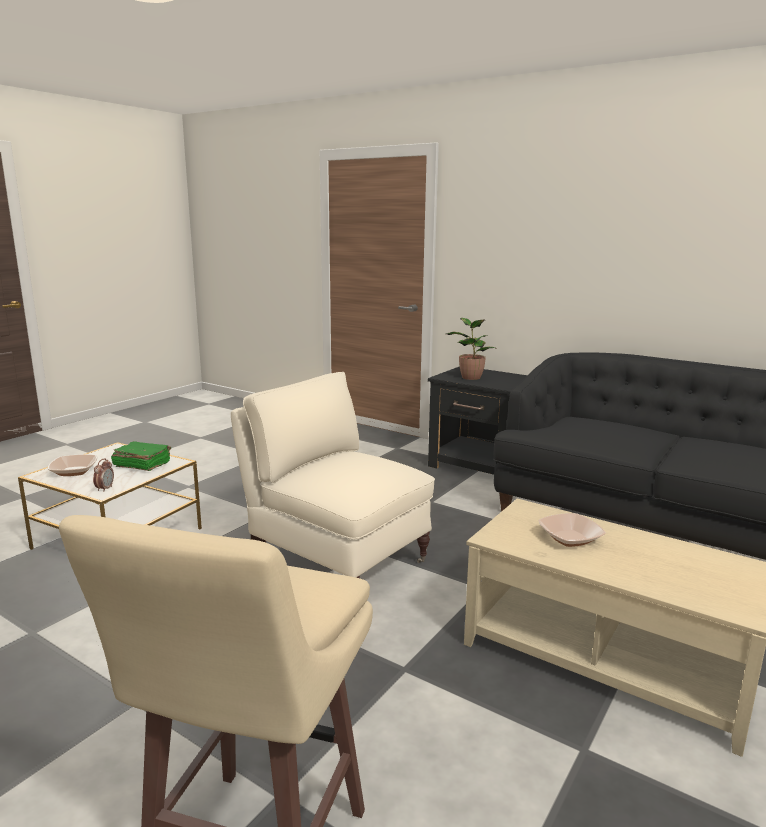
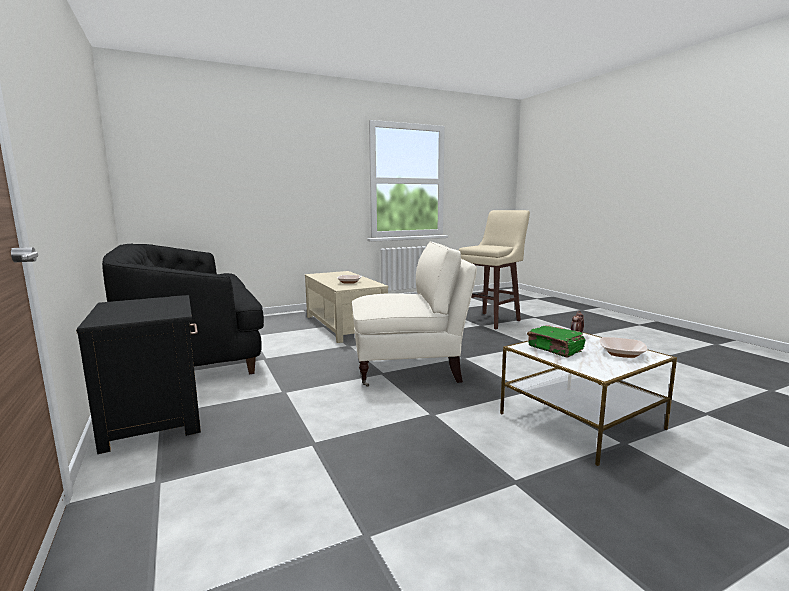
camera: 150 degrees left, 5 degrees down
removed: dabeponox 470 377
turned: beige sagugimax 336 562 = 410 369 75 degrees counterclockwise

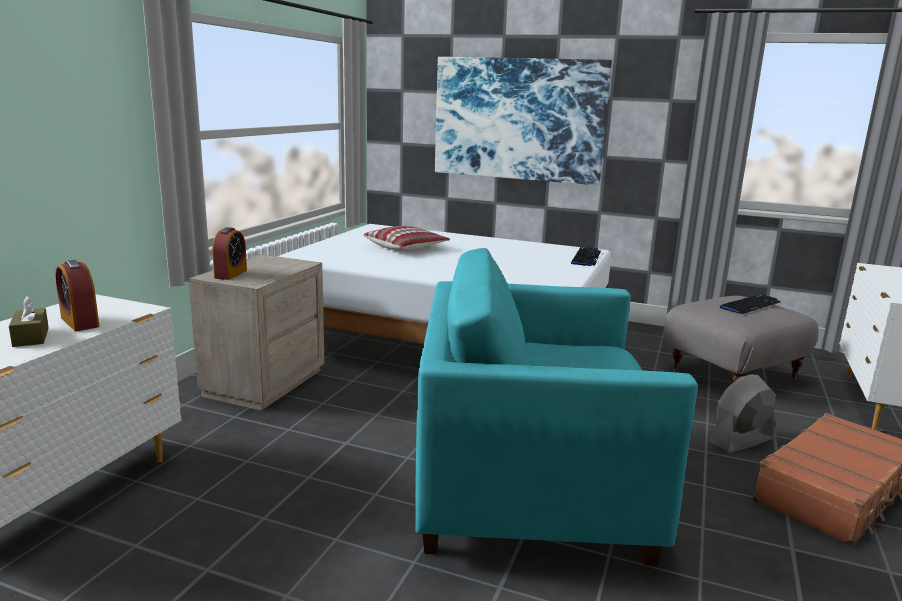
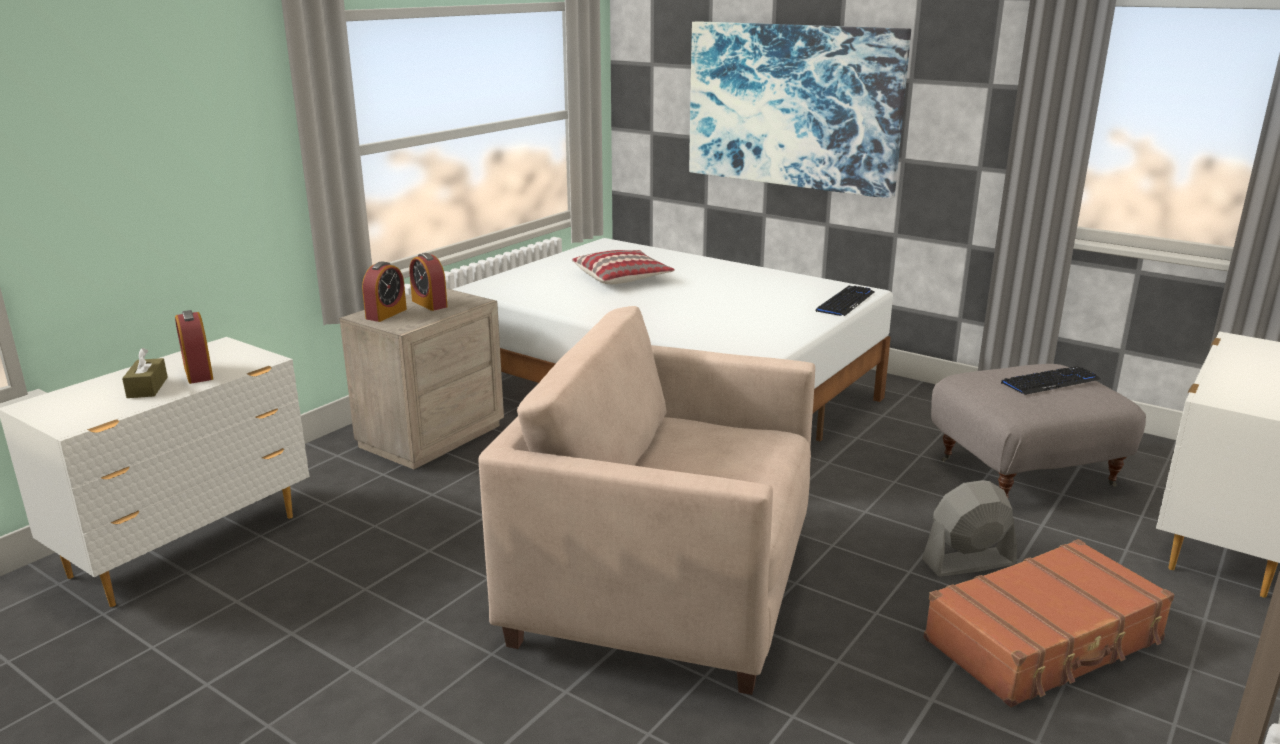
camera: 15 degrees right, 5 degrees up
added: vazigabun 429 304
recoloured: turquoise sagugimax 531 486 to beige sagugimax 664 589

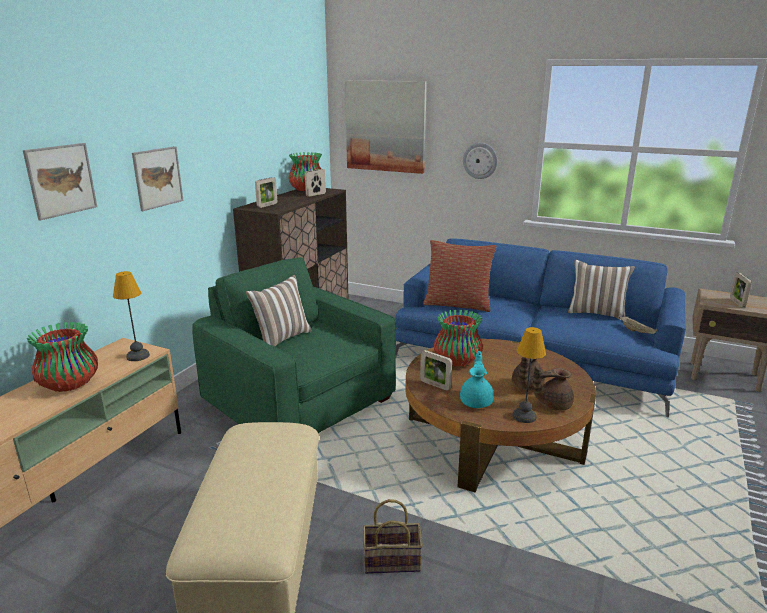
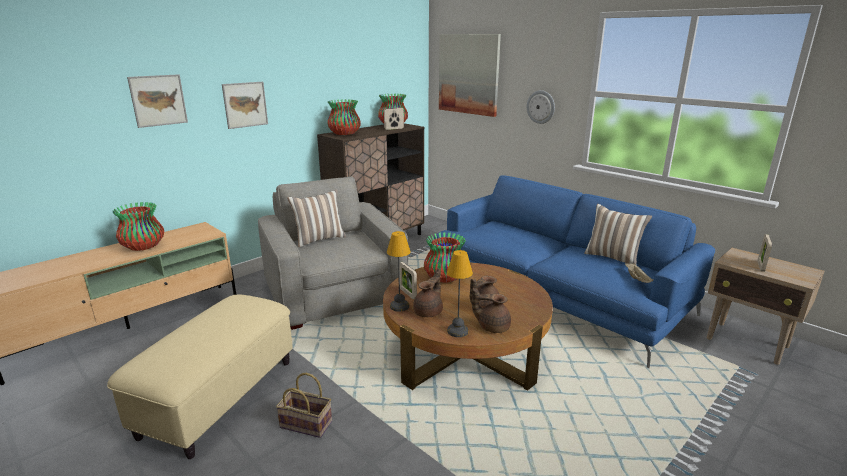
camera: 20 degrees right, 0 degrees up
removed: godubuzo 458 304
moved: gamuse 138 356 to 400 306
replaced: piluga 267 205 to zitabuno 344 134
recoloured: green sagugimax 299 401 to grey sagugimax 334 293; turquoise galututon 476 401 to brown galututon 429 312

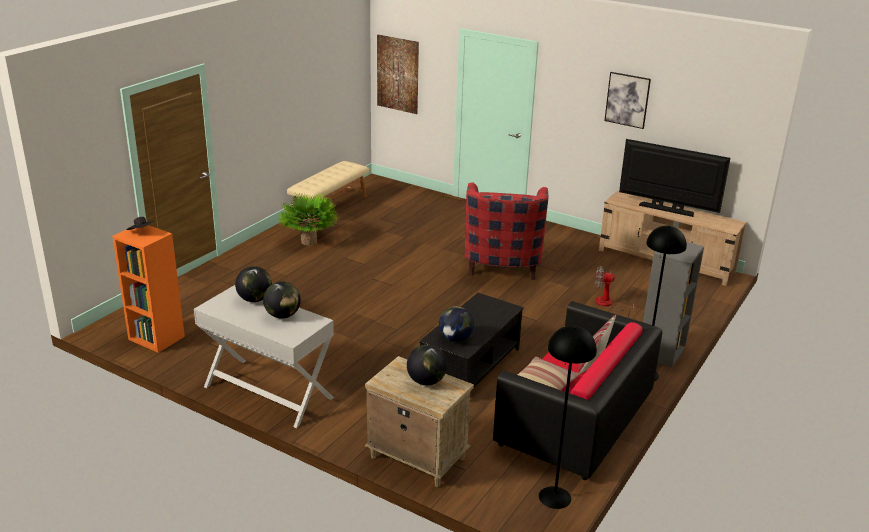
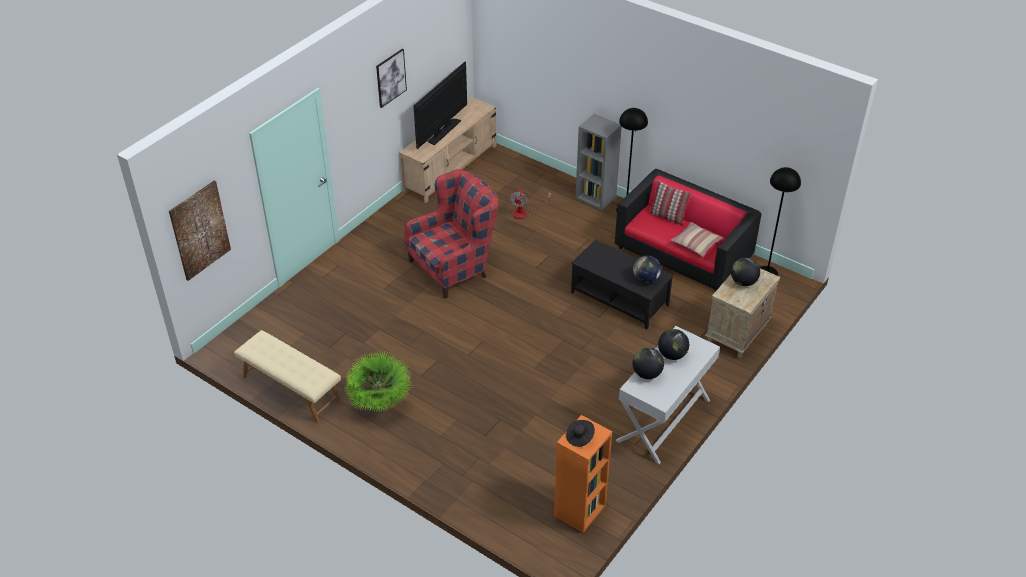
camera: 85 degrees left, 15 degrees up
turned: red sagugimax 501 268 = 455 266 45 degrees counterclockwise

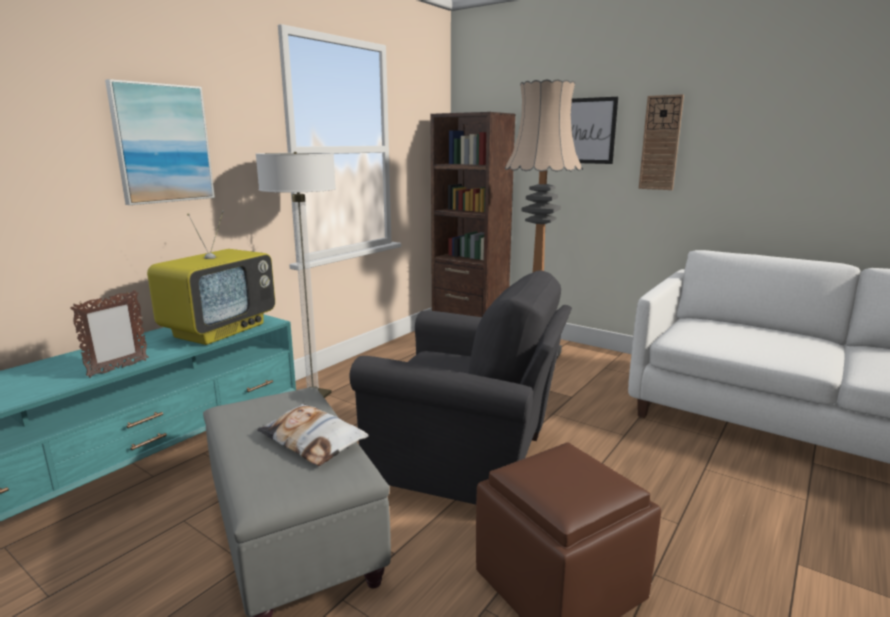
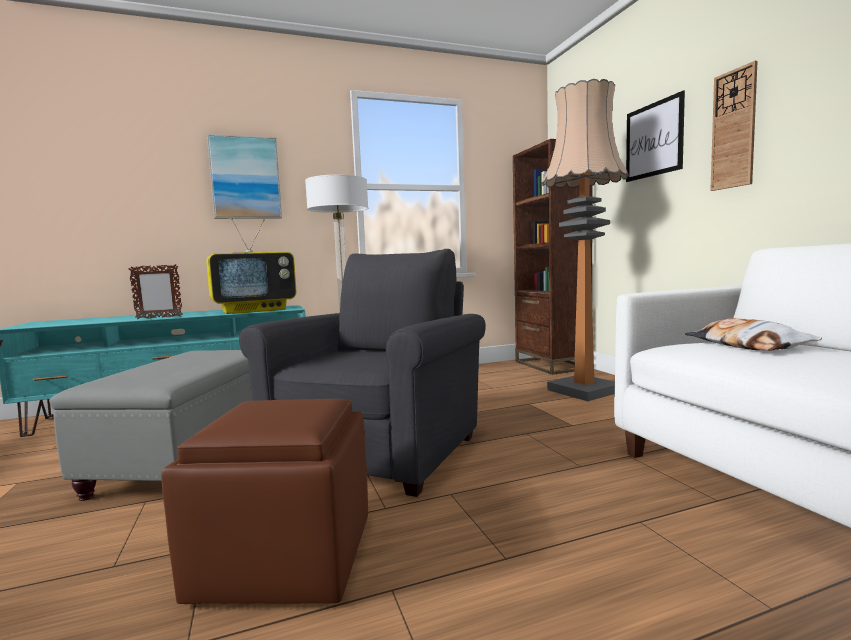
camera: 35 degrees right, 10 degrees down
moved: godubuzo 313 440 to 747 345
turned: grey sagugimax 469 463 = 382 449 120 degrees counterclockwise

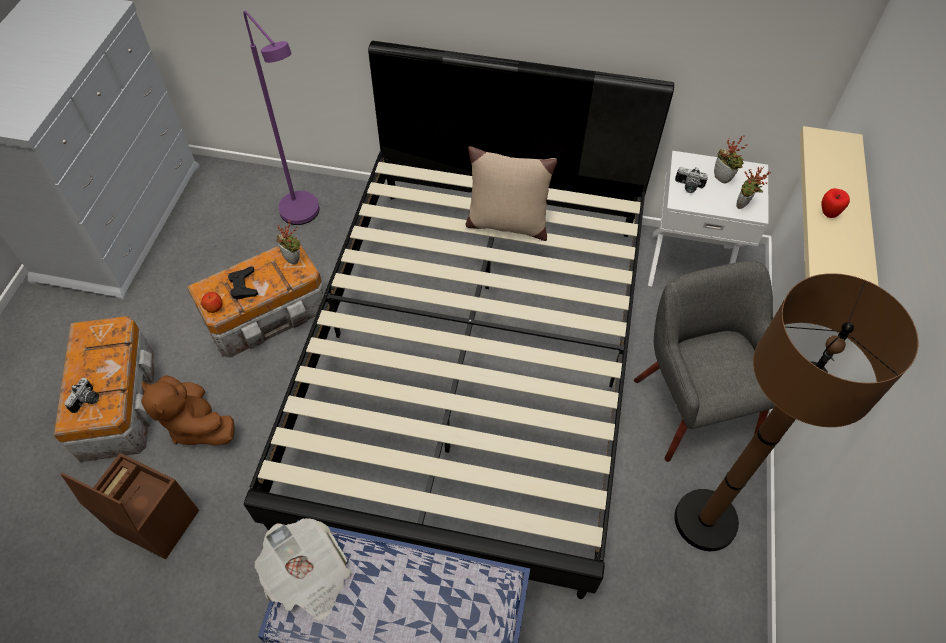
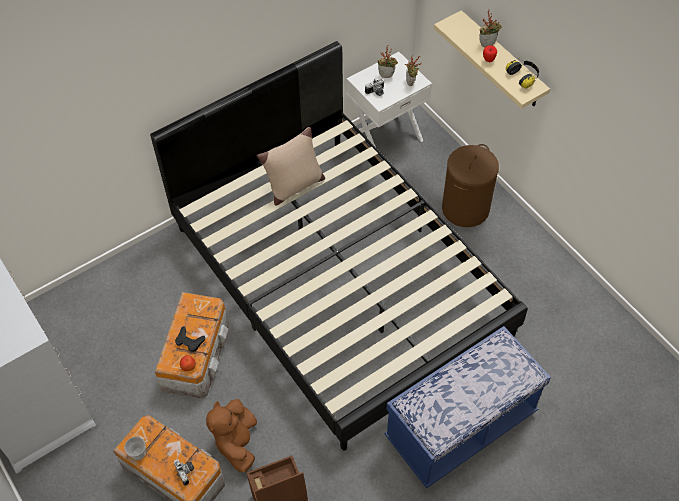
camera: 45 degrees left, 0 degrees up
removed: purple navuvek 305 217; brown navuvek 705 520; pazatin 308 577
added: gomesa 523 77; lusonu 138 453
moved: dabeponox 294 259 to 487 43
replaced: grey sagugimax 693 406 to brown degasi 465 208
turned: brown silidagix 197 425 = 237 442 90 degrees clockwise

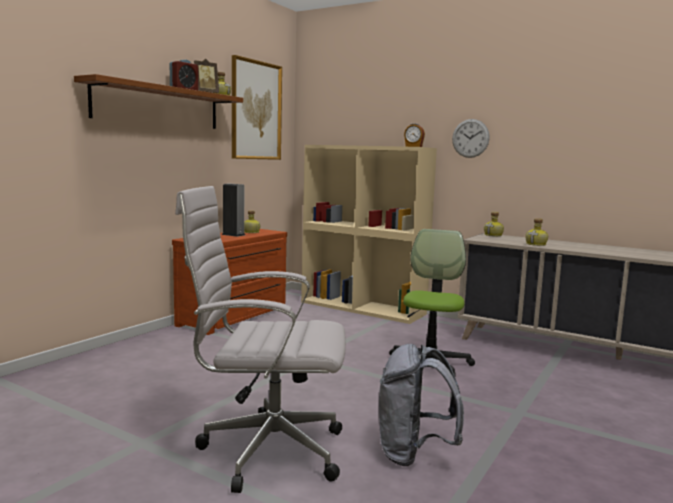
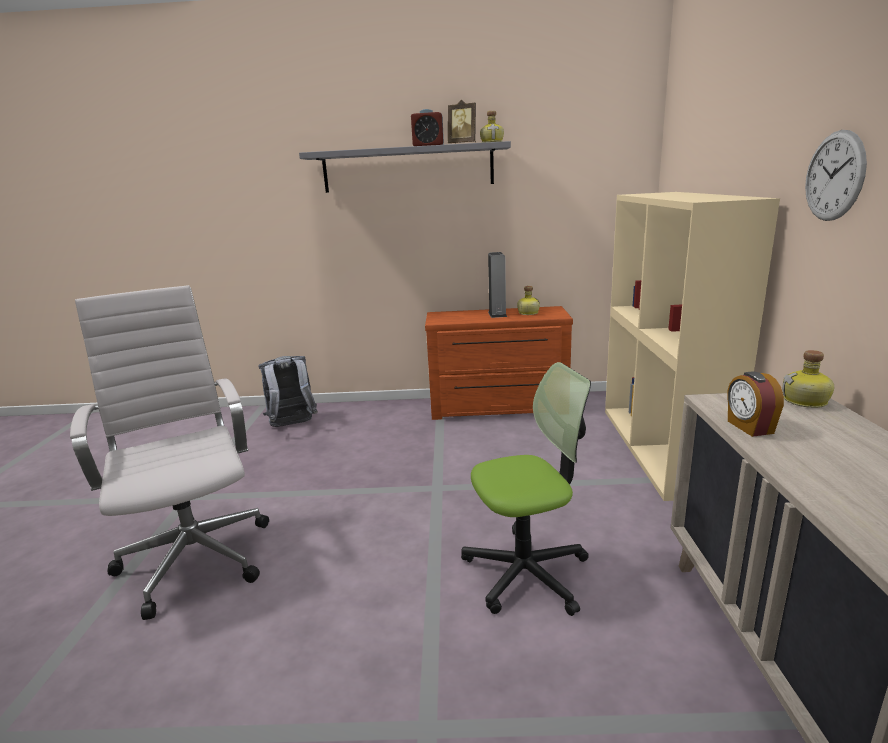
camera: 60 degrees right, 10 degrees up
removed: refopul 256 110; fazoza 536 244
moved: vazigabun 413 147 to 749 427; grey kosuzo 413 454 to 292 425
recoloured: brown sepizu 158 106 to grey sepizu 408 168

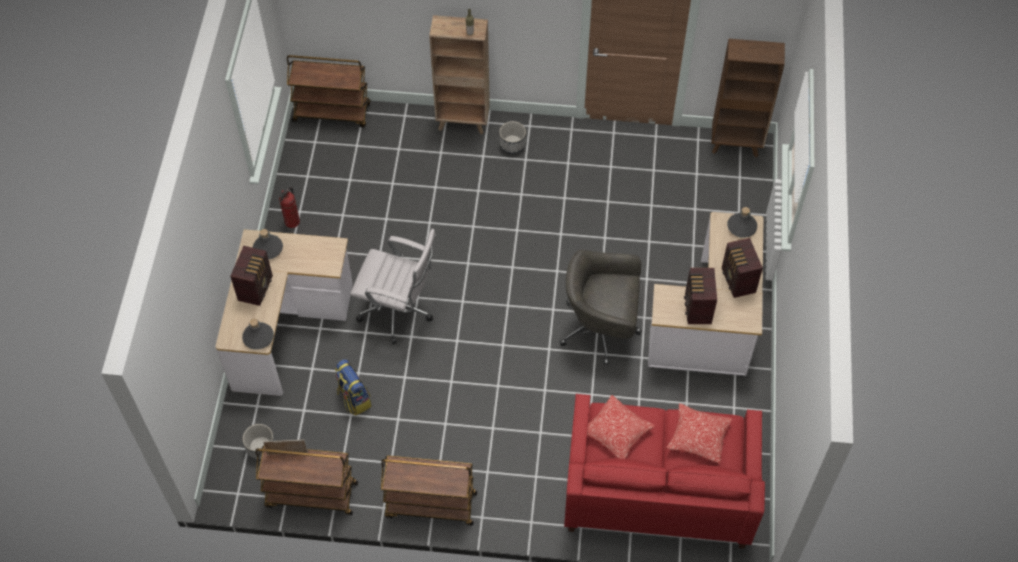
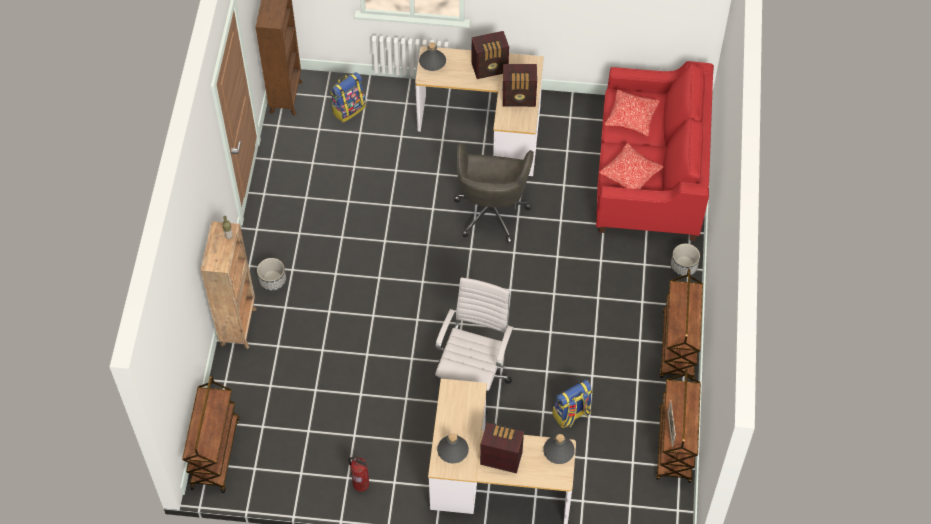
camera: 90 degrees left, 0 degrees up
added: kosuzo 348 109
moved: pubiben 261 448 to 684 266

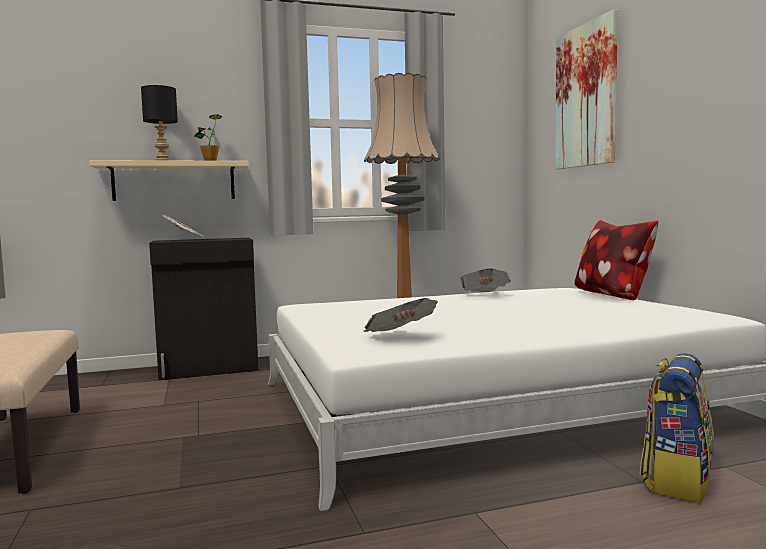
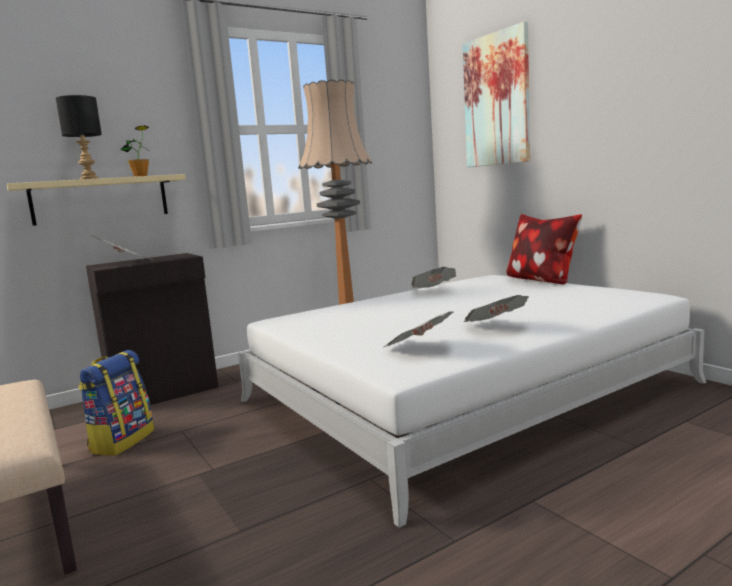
camera: 15 degrees left, 5 degrees up
added: pazatin 495 326
moved: kosuzo 676 480 to 122 441

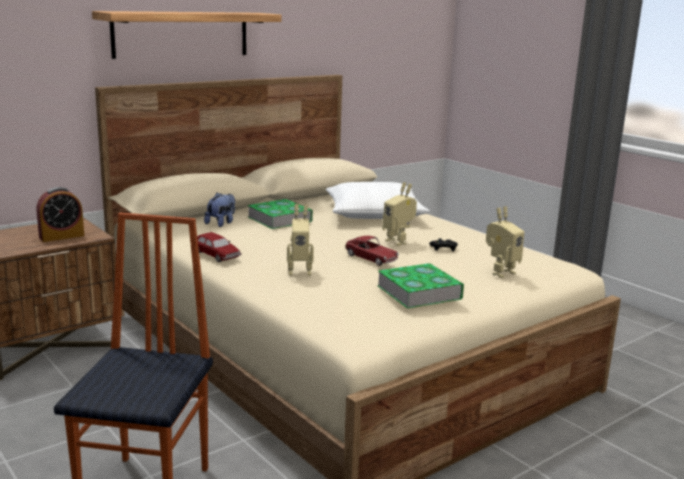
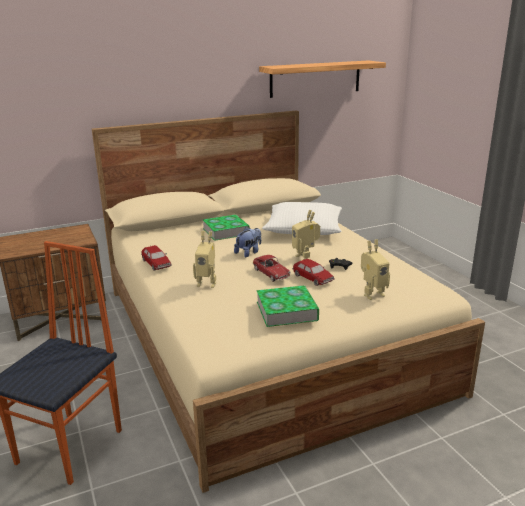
camera: 15 degrees right, 5 degrees up
removed: vazigabun 61 236
added: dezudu 313 278
moved: sepizu 181 34 to 315 78; silidagix 221 223 to 249 252

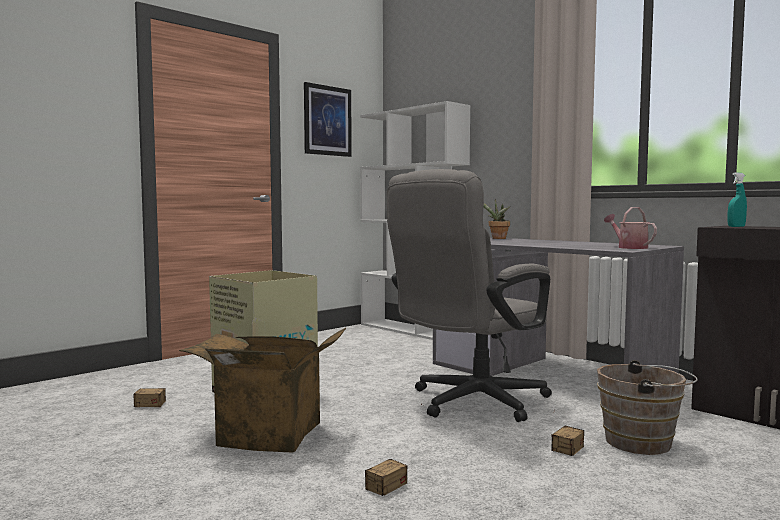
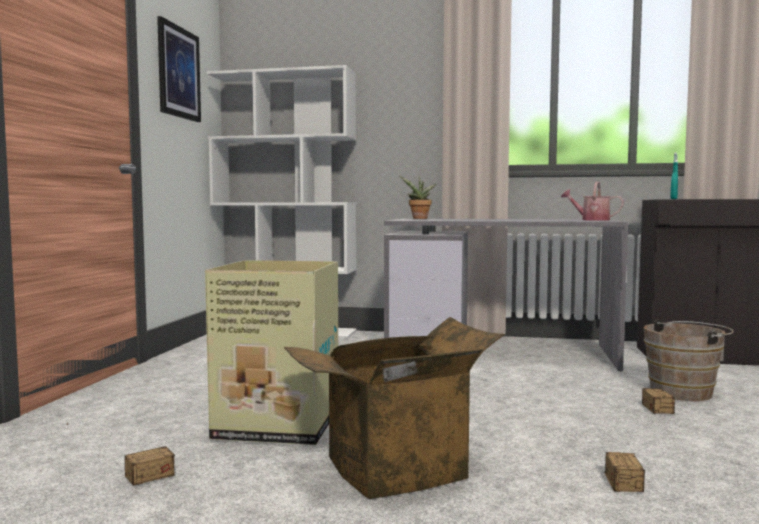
camera: 35 degrees left, 0 degrees up
removed: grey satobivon 469 403

